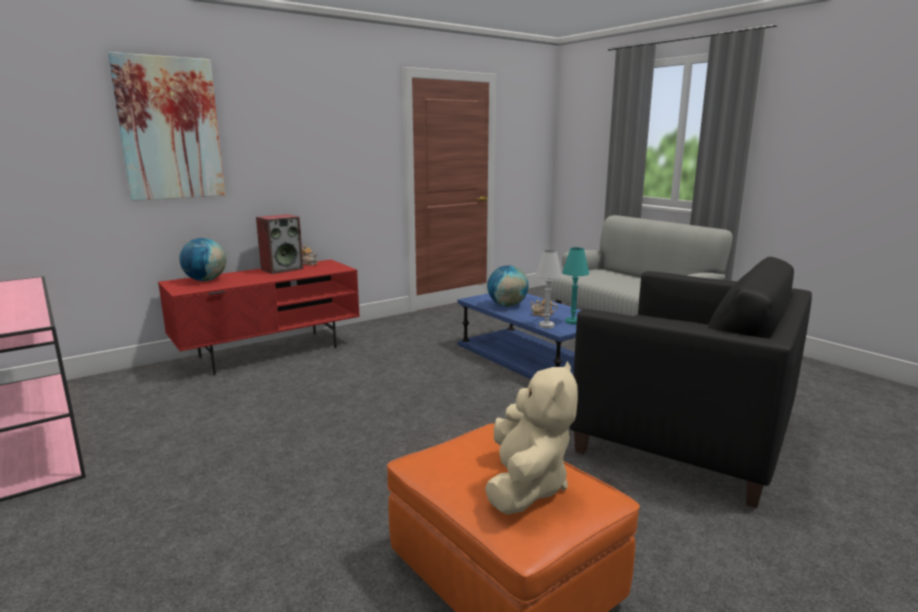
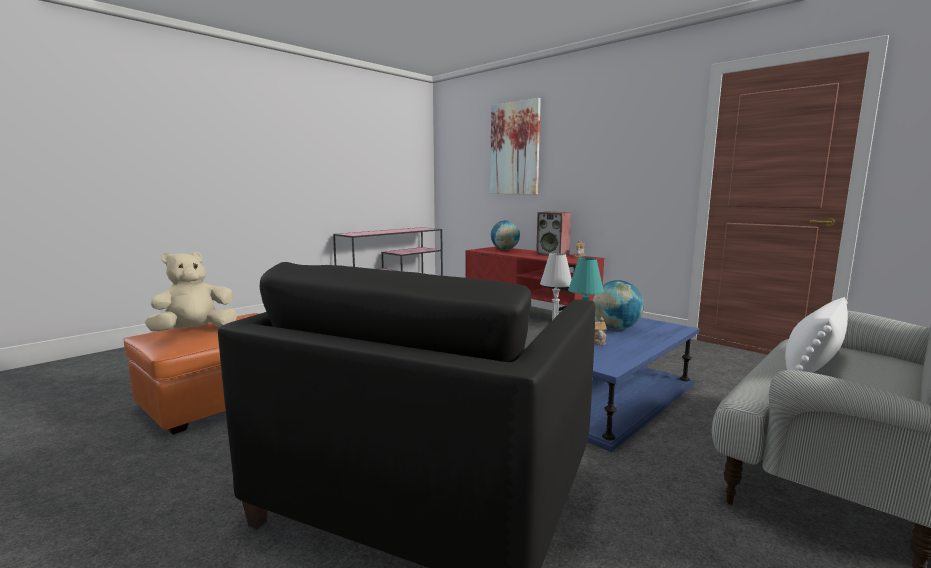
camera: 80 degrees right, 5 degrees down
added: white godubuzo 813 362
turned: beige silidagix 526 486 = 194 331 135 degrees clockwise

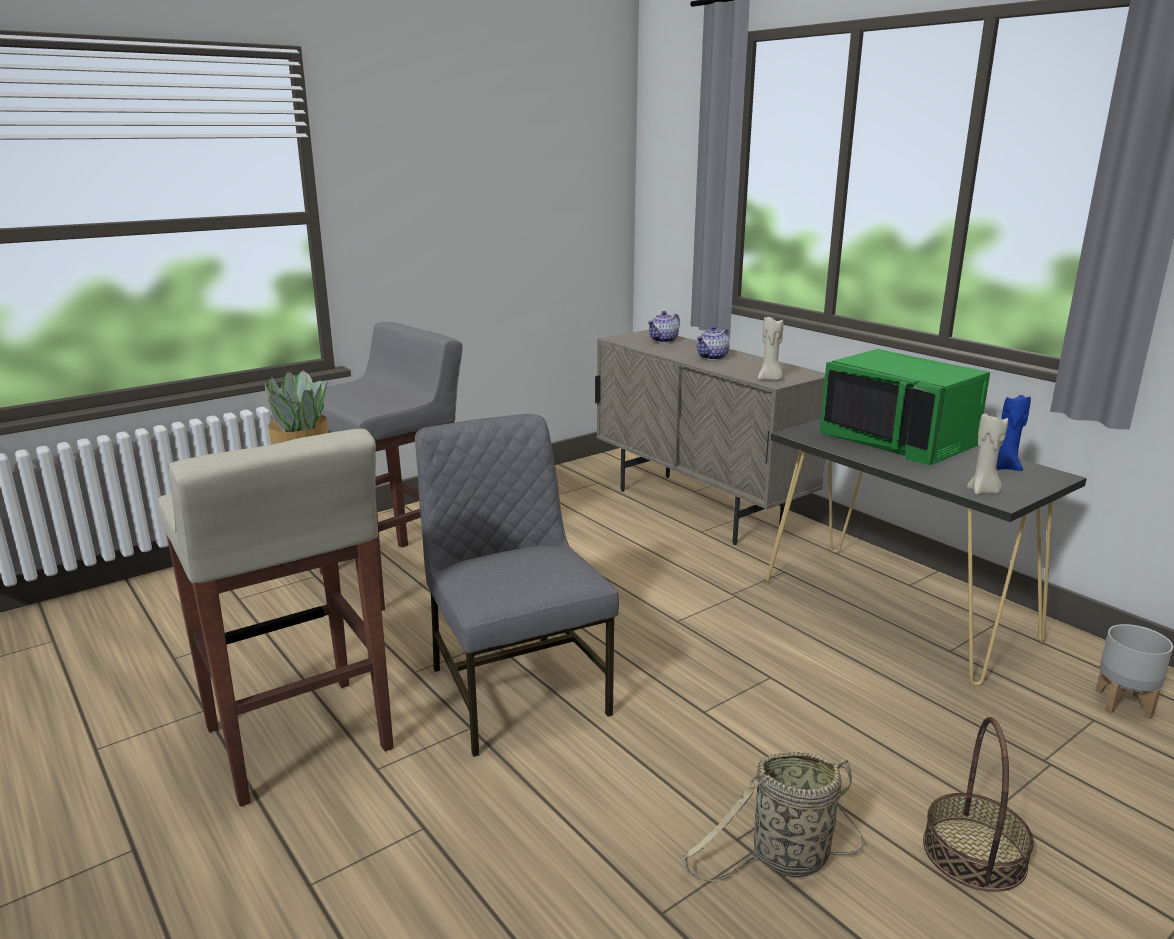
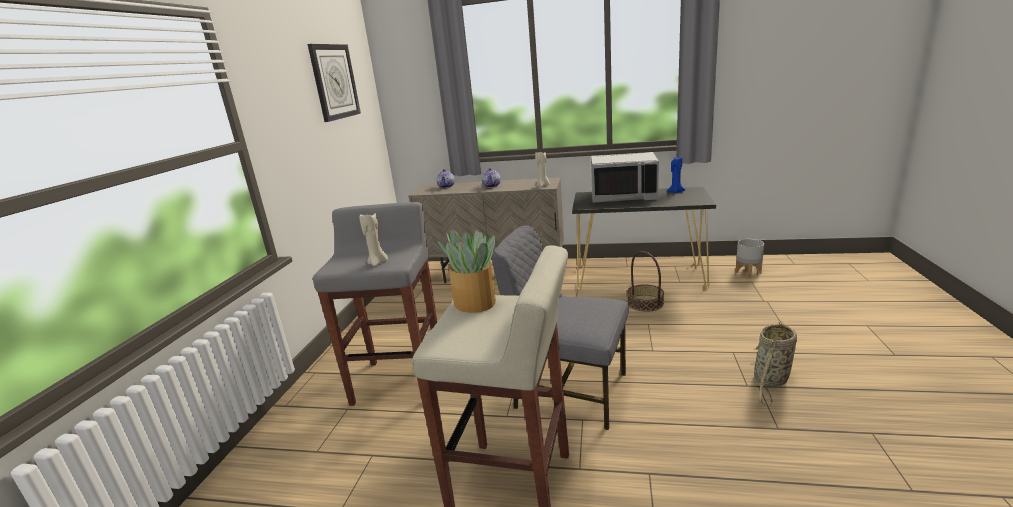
camera: 40 degrees left, 0 degrees up
added: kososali 334 82
moved: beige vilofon 983 492 to 378 263; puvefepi 974 853 to 645 303
recoloured: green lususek 898 442 to grey lususek 623 196

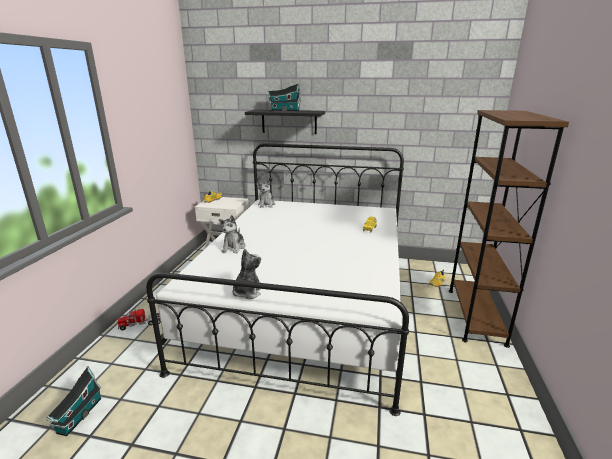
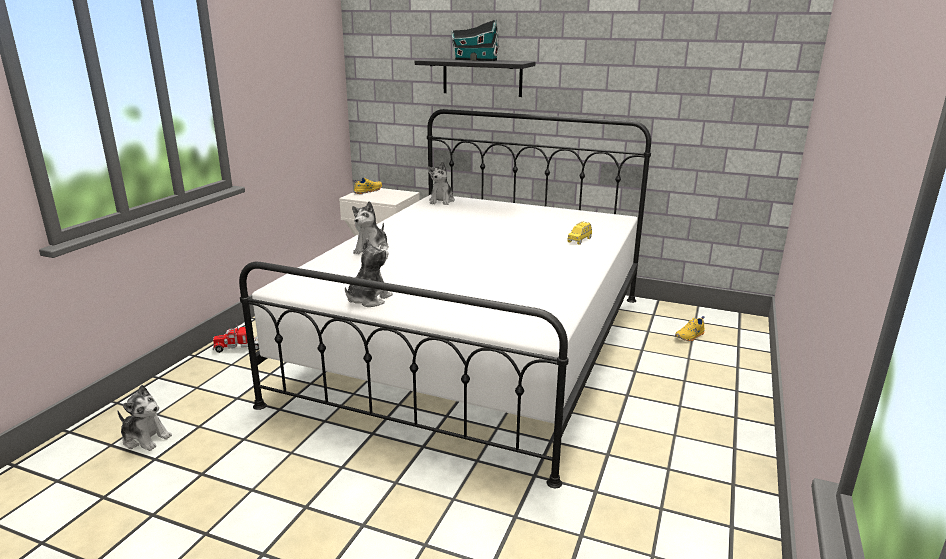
camera: 10 degrees right, 0 degrees up
removed: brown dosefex 475 315
replaced: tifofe 78 417 to silidagix 145 438

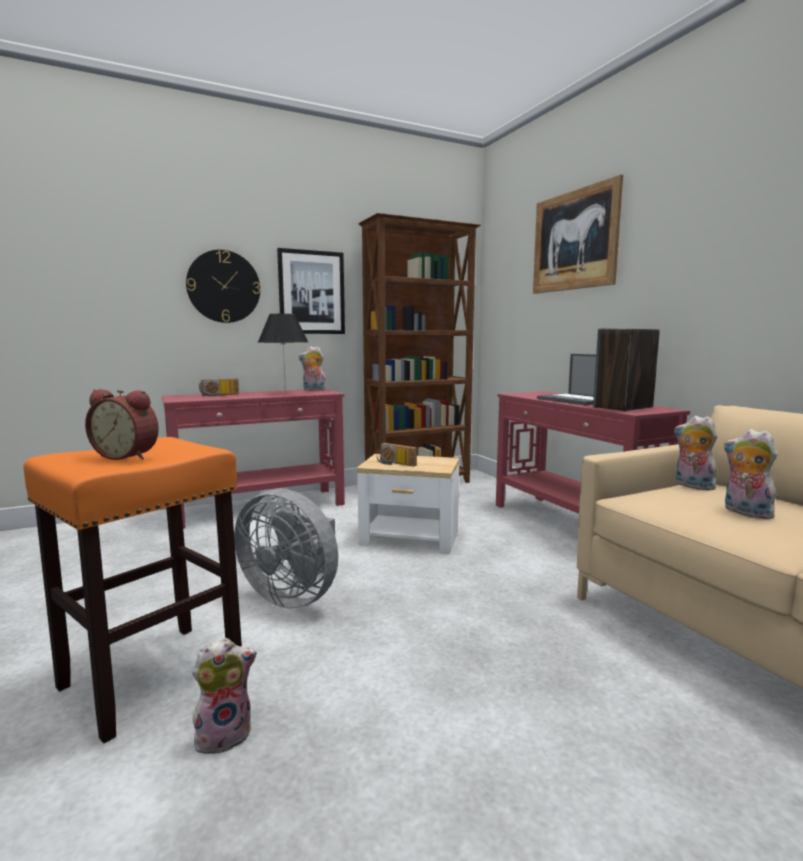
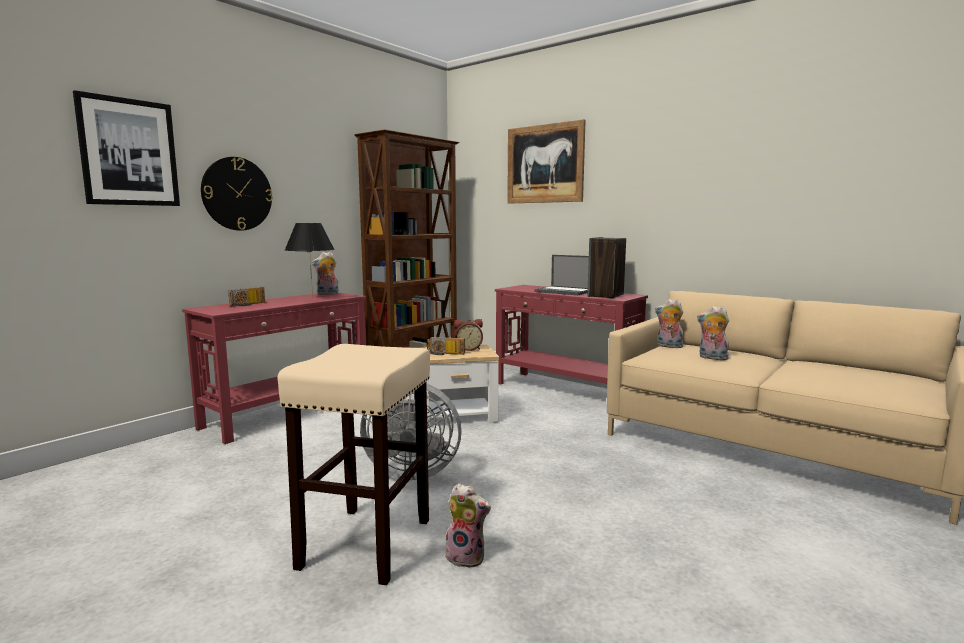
camera: 25 degrees left, 0 degrees up
moved: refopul 311 292 to 129 152; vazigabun 128 456 to 468 349
recoloured: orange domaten 154 675 to beige domaten 366 542
turned: silidagix 225 734 = 467 557 75 degrees clockwise

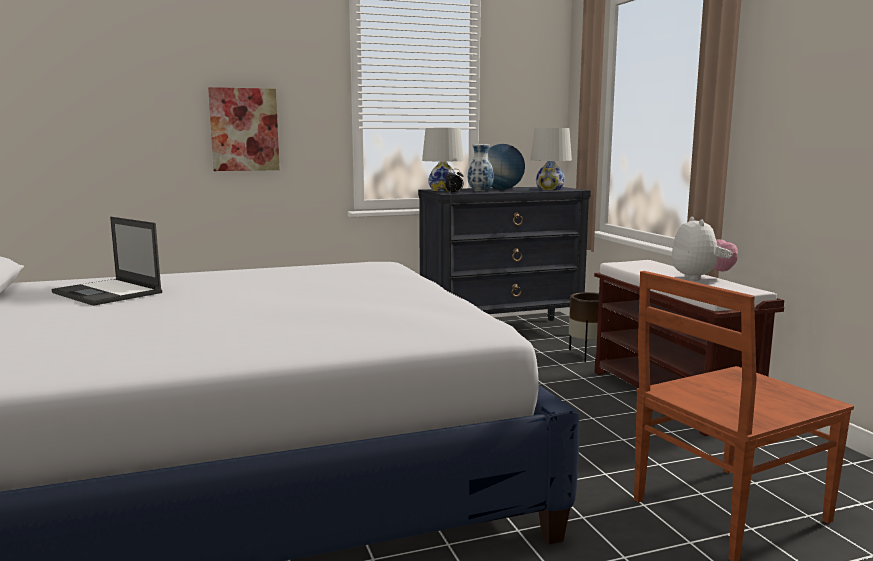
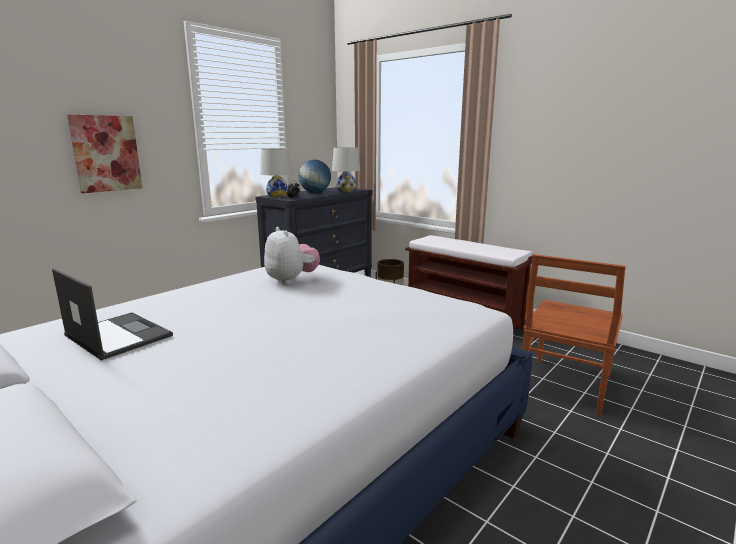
camera: 30 degrees left, 5 degrees up
removed: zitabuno 480 191
moved: silidagix 700 278 to 291 280
turned: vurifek 108 293 = 117 335 150 degrees counterclockwise

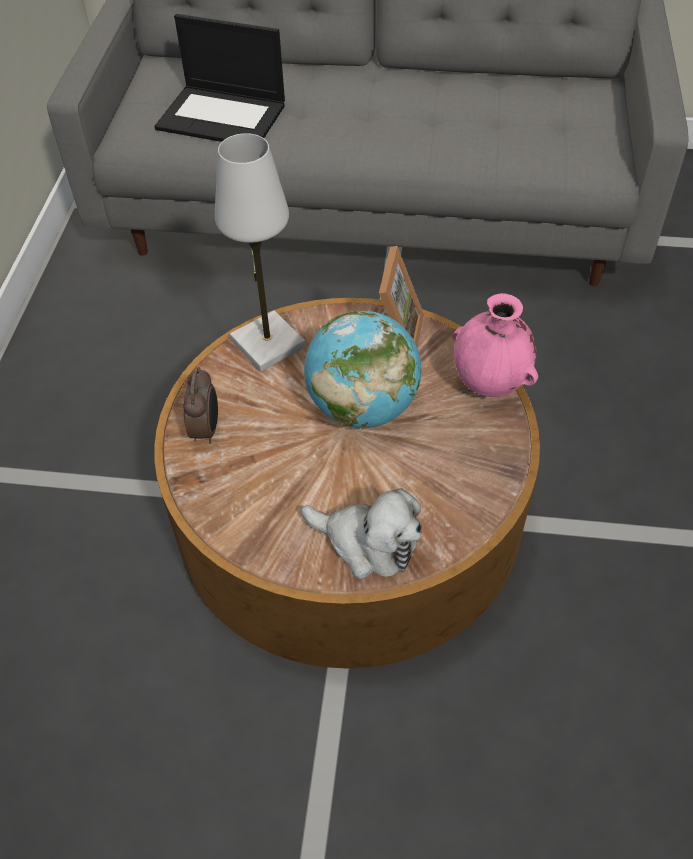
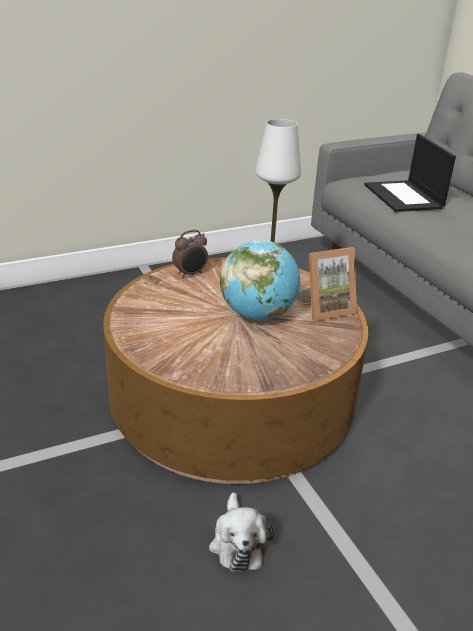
camera: 55 degrees right, 20 degrees down
removed: pink zitabuno 490 385
moved: silidagix 367 543 to 238 542

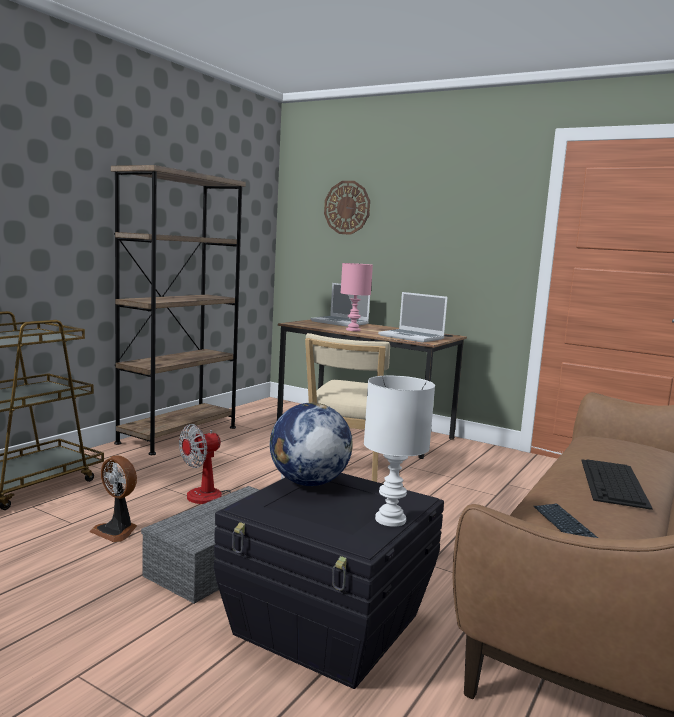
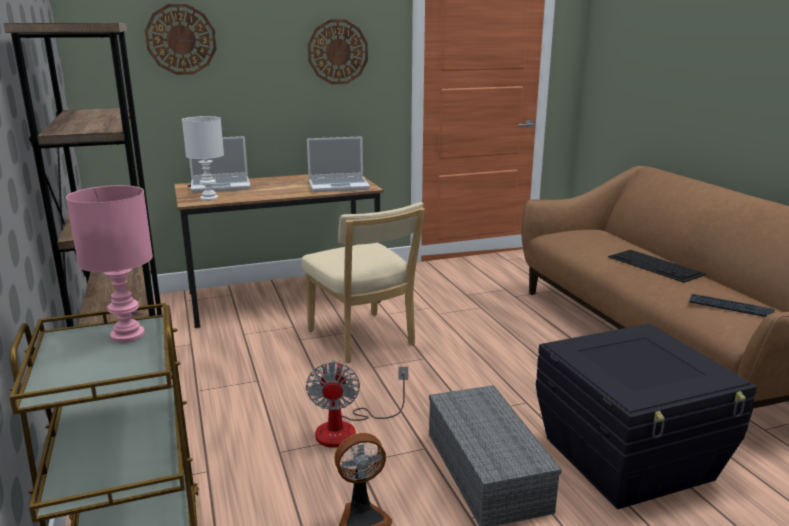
camera: 50 degrees left, 10 degrees up
removed: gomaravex 308 483
added: kososali 337 52
moved: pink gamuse 352 330 to 126 335; white gamuse 389 519 to 208 198

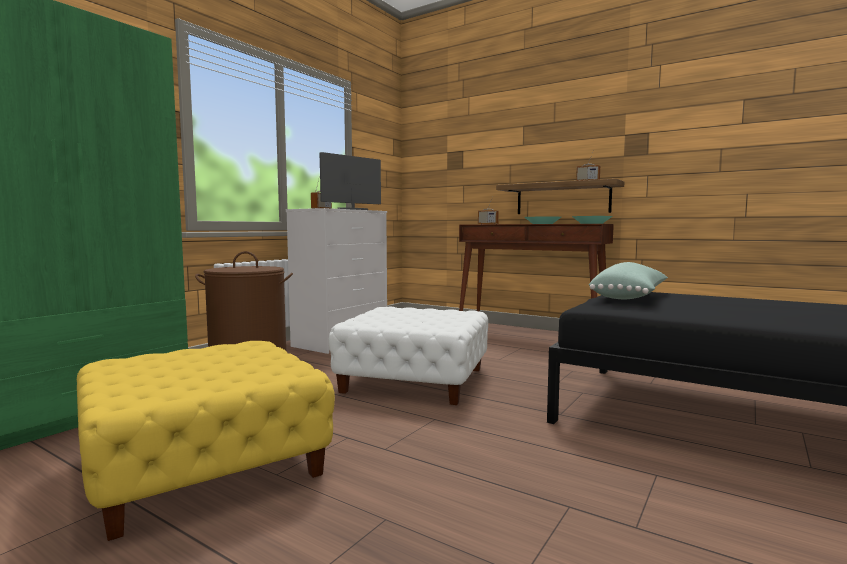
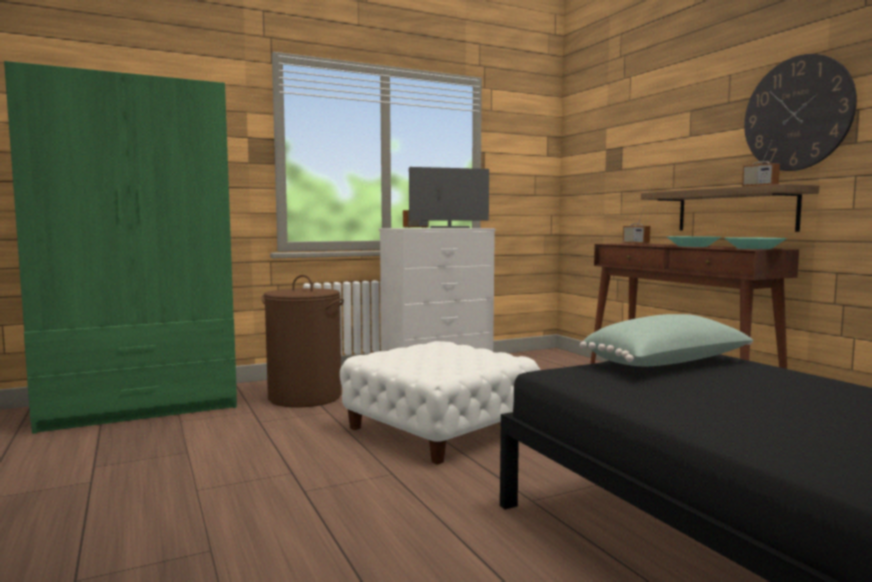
camera: 30 degrees right, 0 degrees up
removed: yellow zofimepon 204 464
added: kososali 797 113

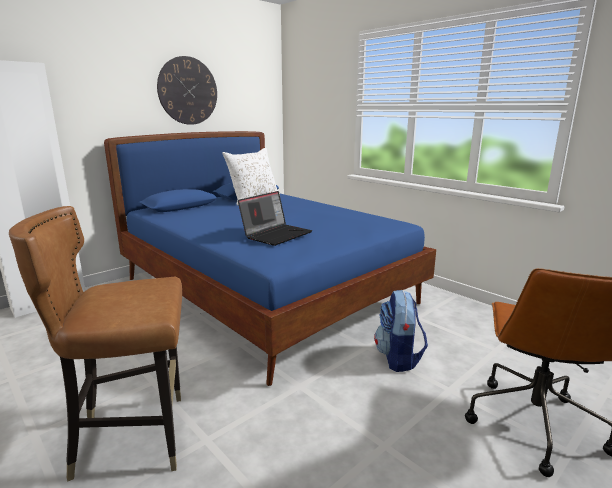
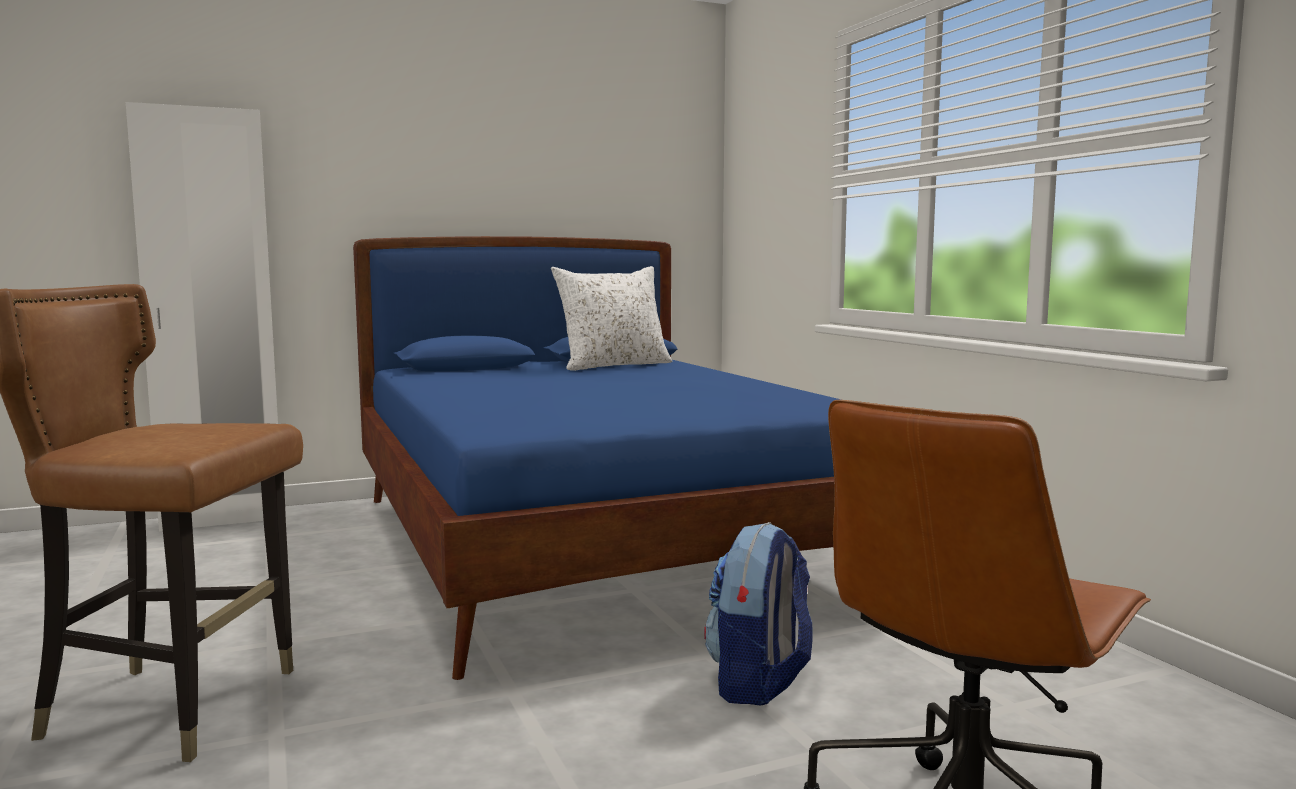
camera: 20 degrees right, 10 degrees down
removed: kososali 188 91; vurifek 276 234

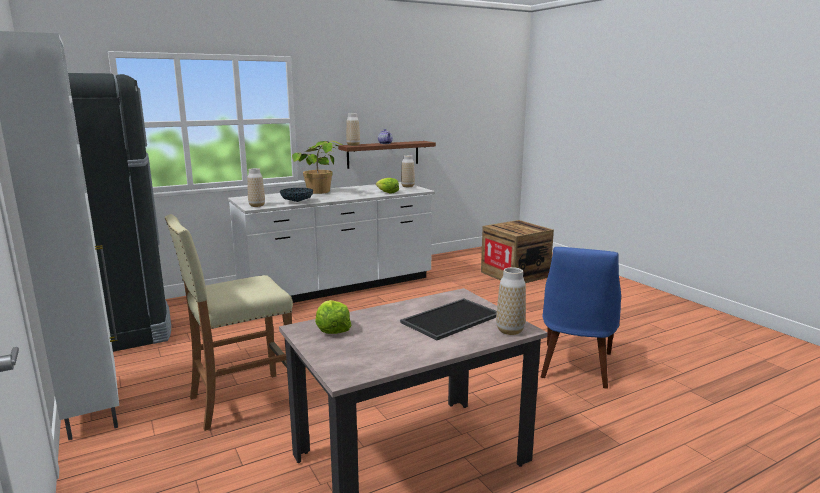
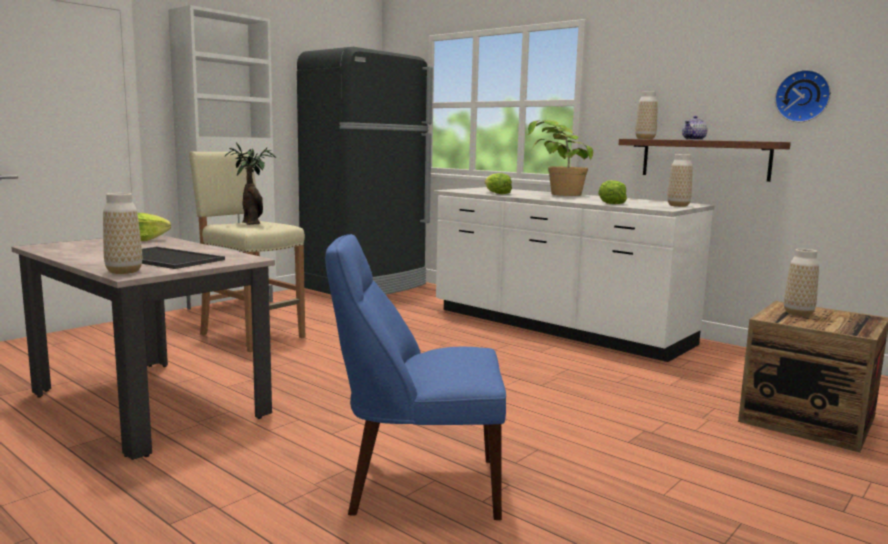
camera: 70 degrees right, 5 degrees down
added: kososali 803 96; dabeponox 252 223
moved: zitabuno 257 205 to 798 313
replaced: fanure 297 202 to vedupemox 497 193

